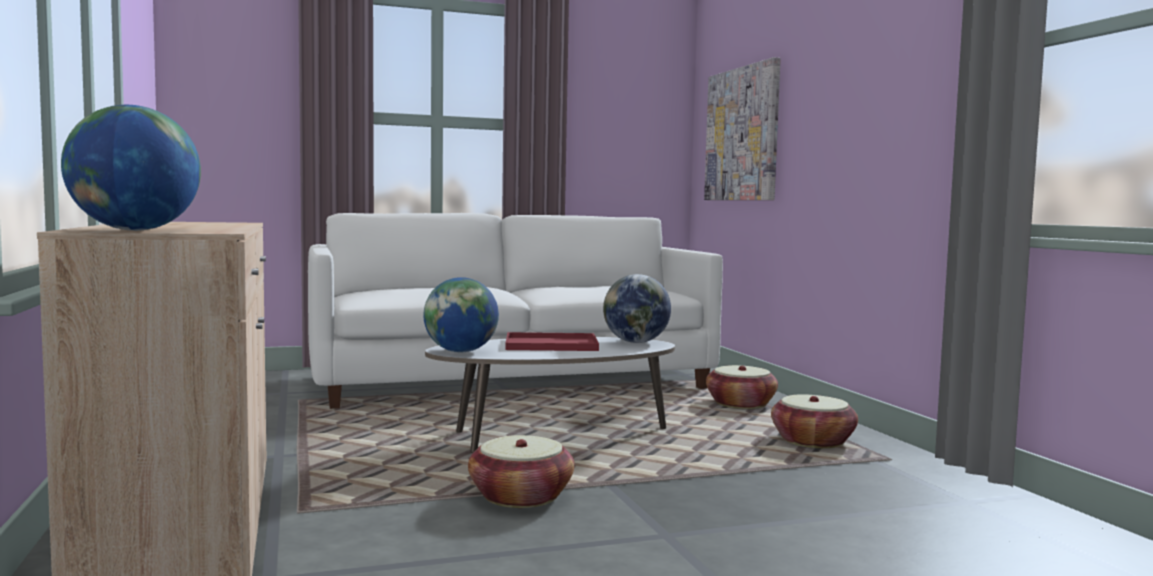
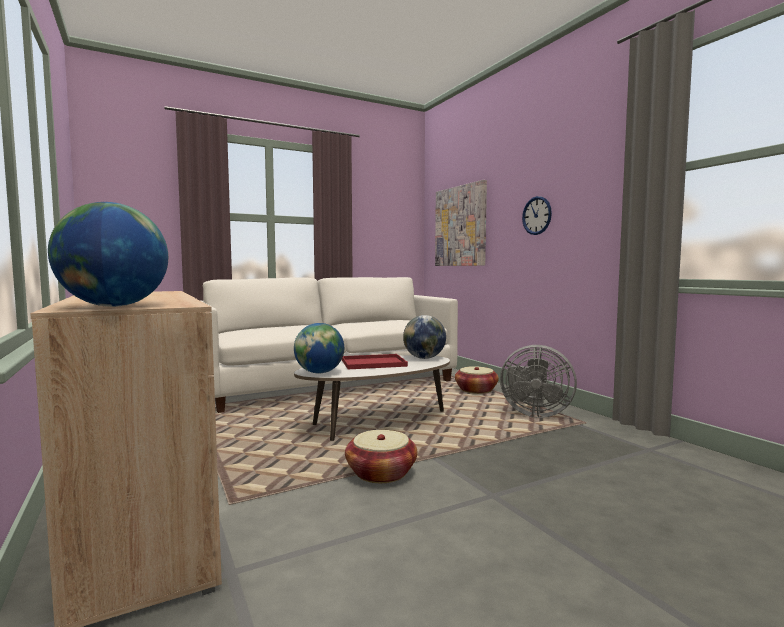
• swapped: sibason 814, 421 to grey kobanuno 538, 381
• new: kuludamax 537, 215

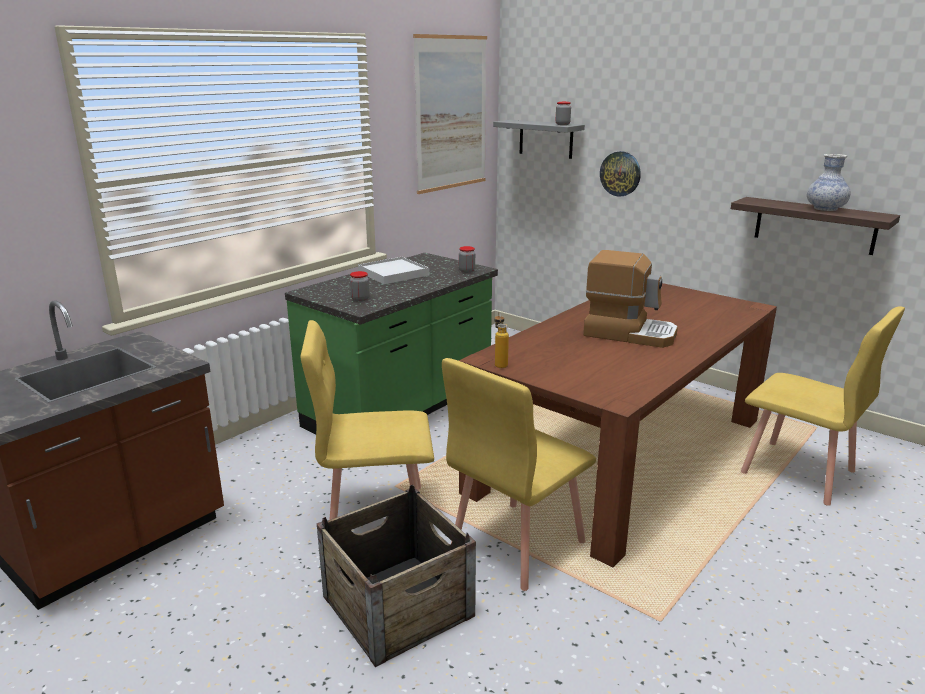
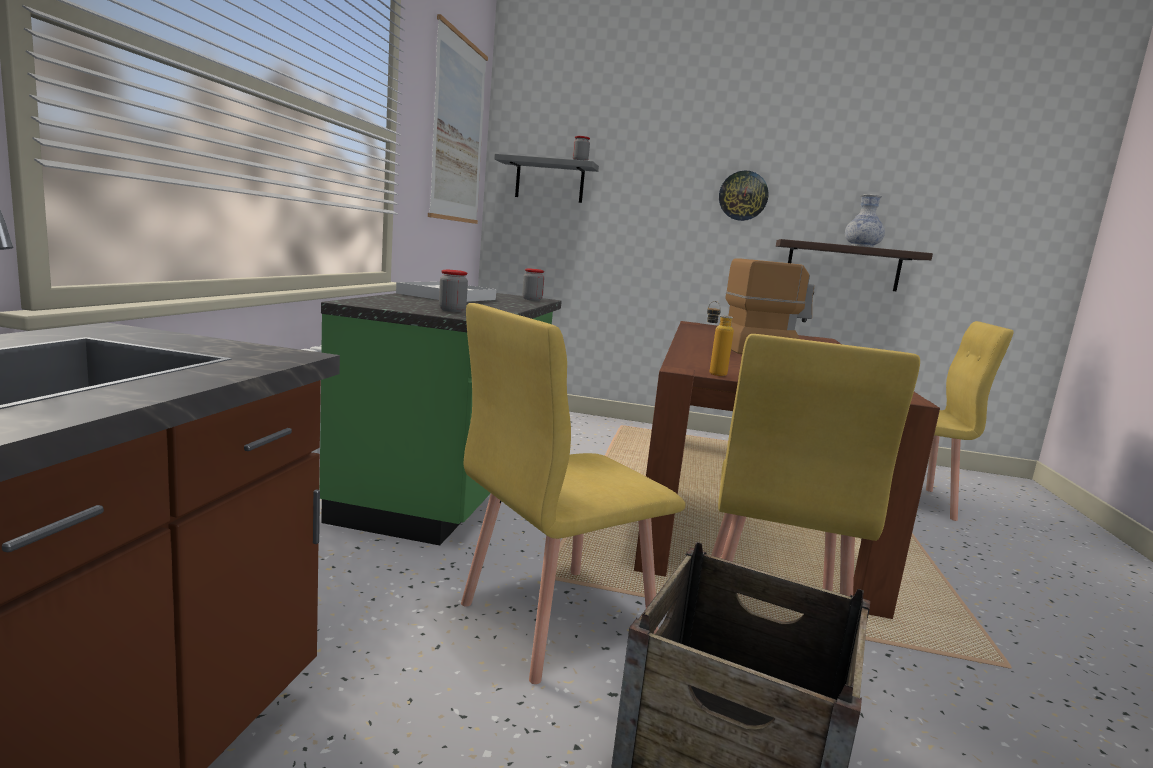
• shifted: kuludamax 620, 174 to 744, 195

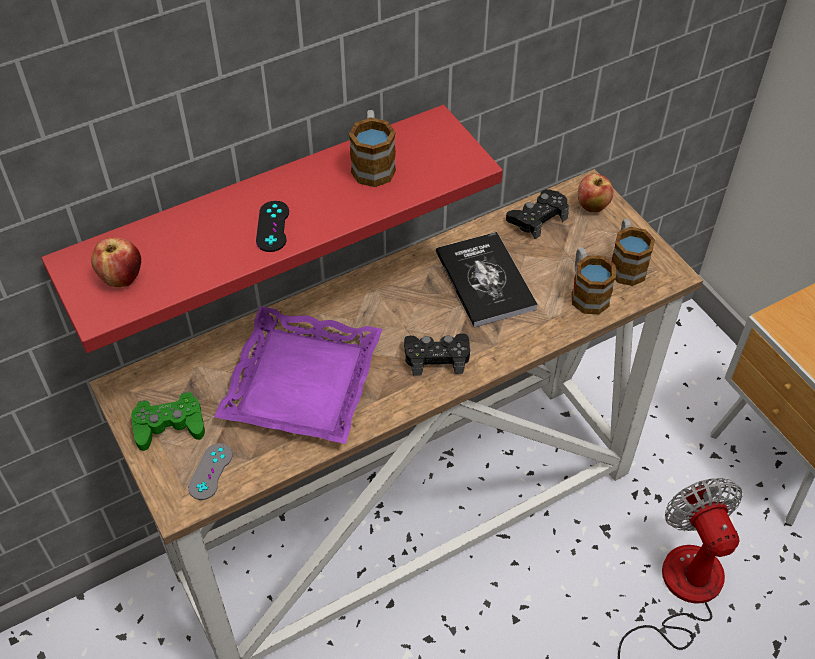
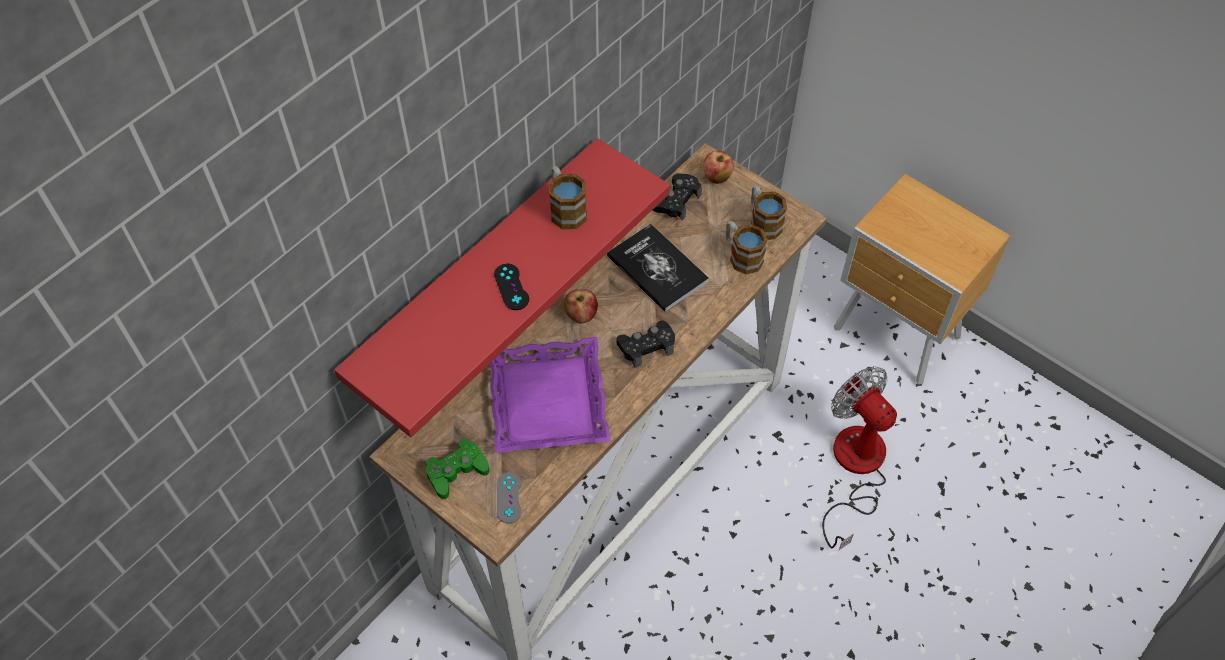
• shifted: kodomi 116, 262 to 581, 306

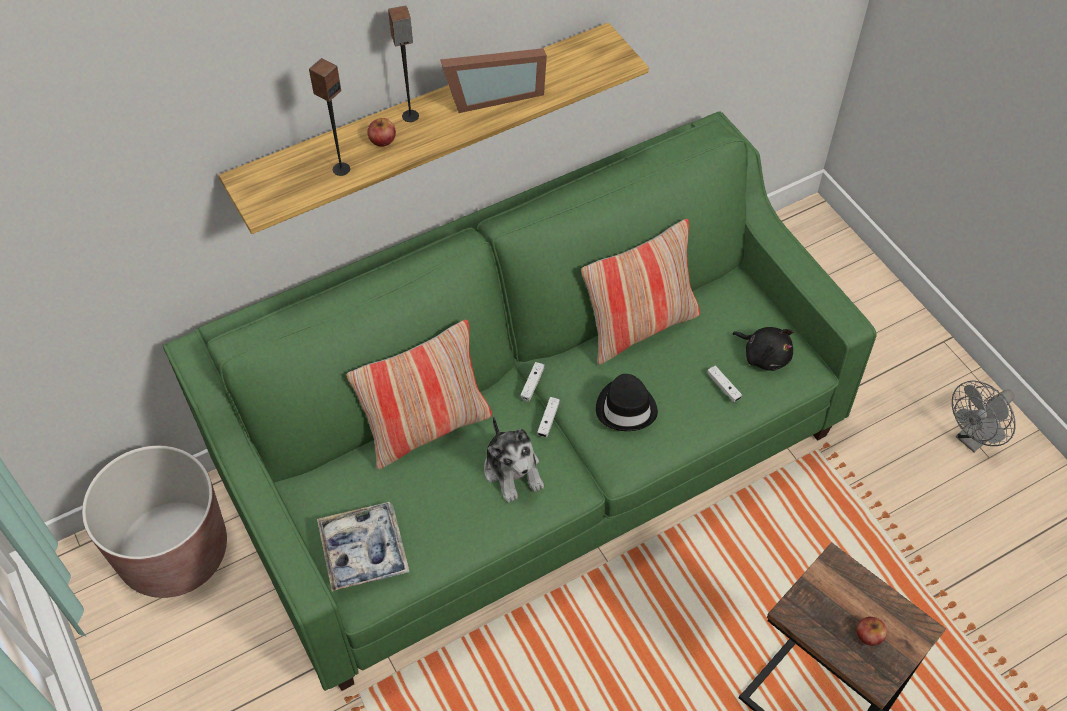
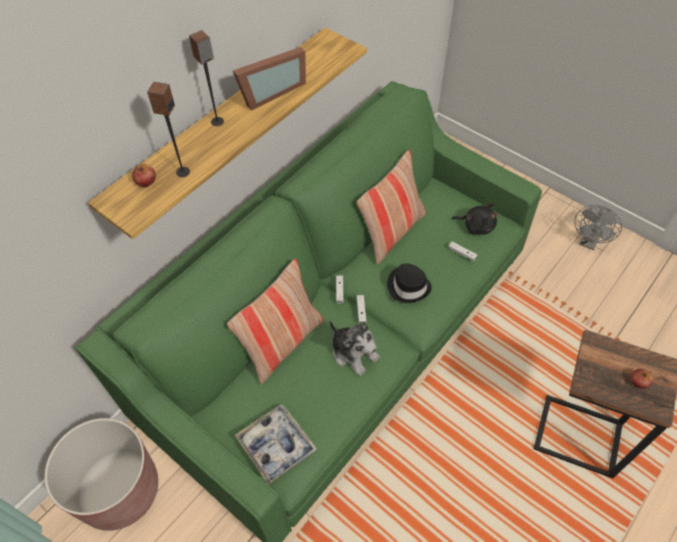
• shifted: kodomi 381, 132 to 144, 175

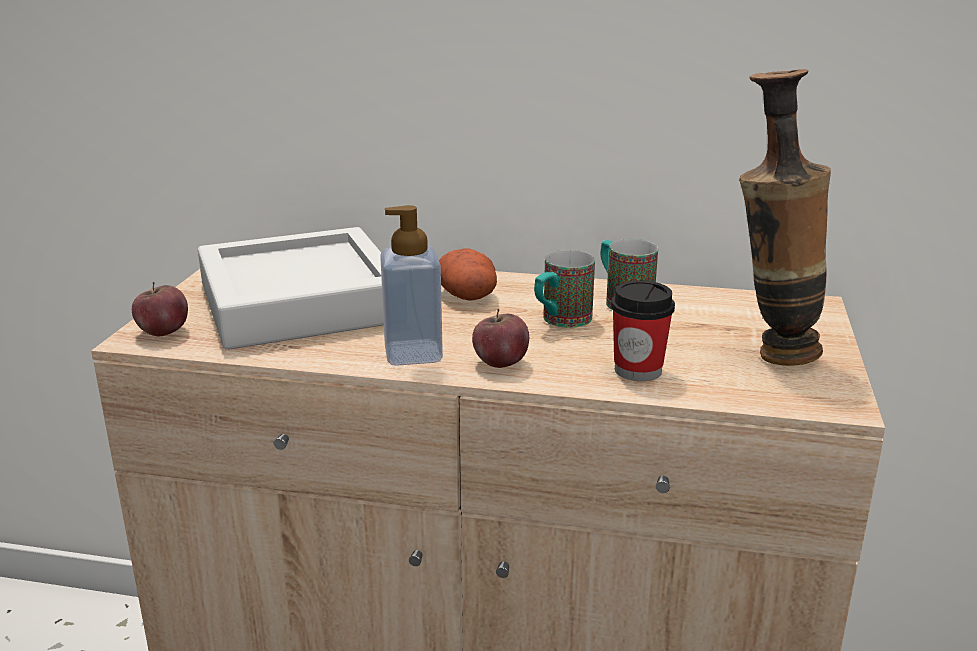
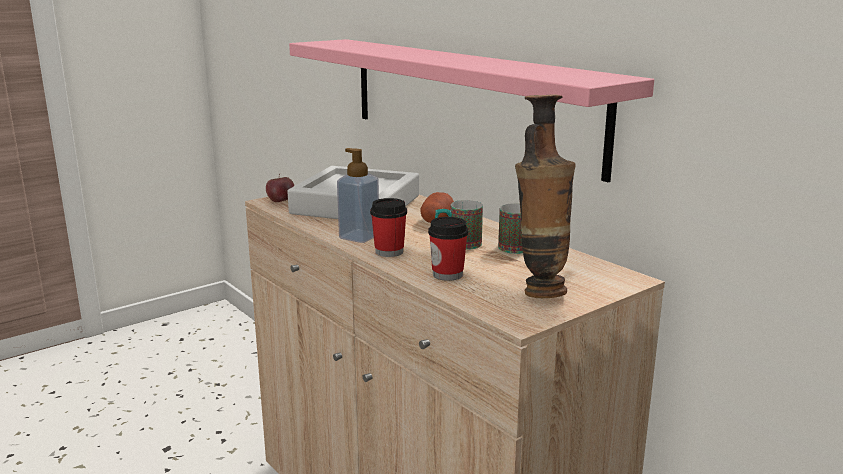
• new: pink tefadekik 471, 110
• swapped: kodomi 500, 338 to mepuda 388, 227

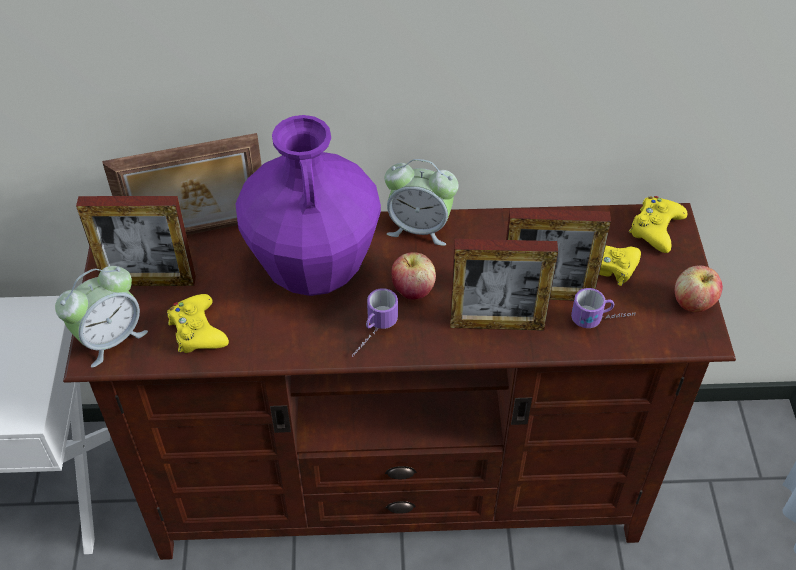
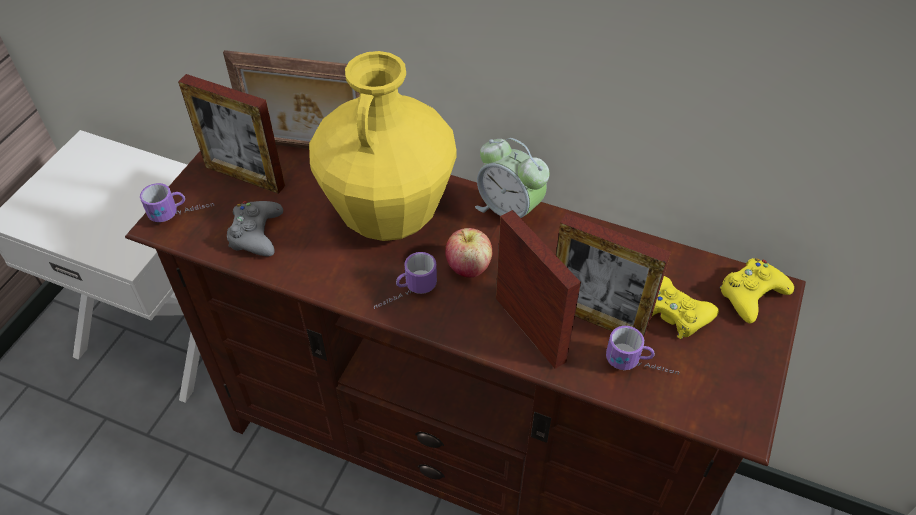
• swapped: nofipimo 101, 316 to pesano 177, 202
• repainted: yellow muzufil 198, 323 to grey muzufil 255, 228
• repainted: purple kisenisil 308, 205 to yellow kisenisil 383, 146
• rotated: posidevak 504, 285 = 538, 289 150 degrees counterclockwise
• gone: kodomi 699, 288

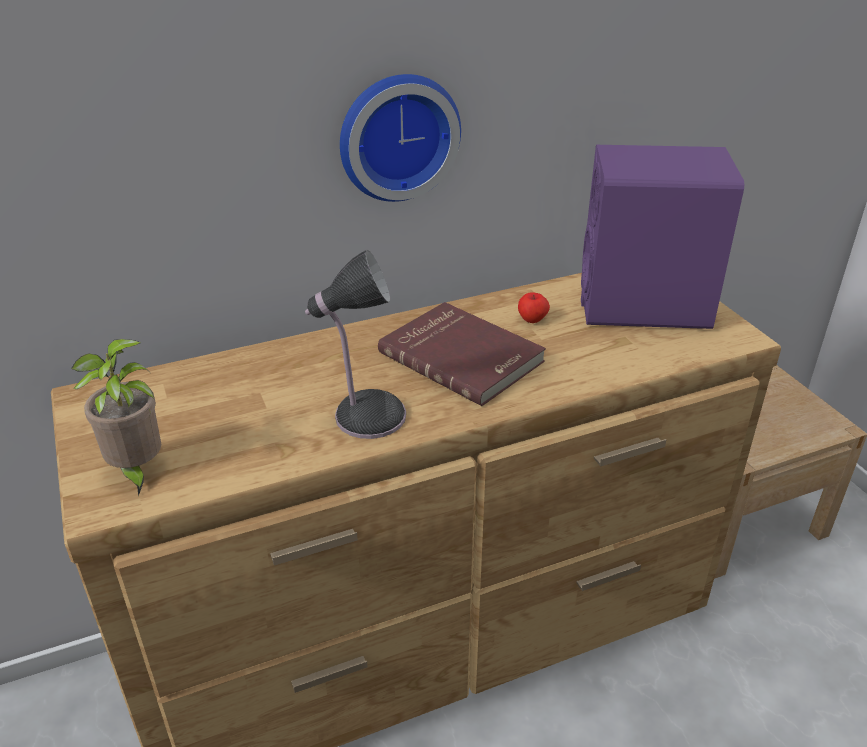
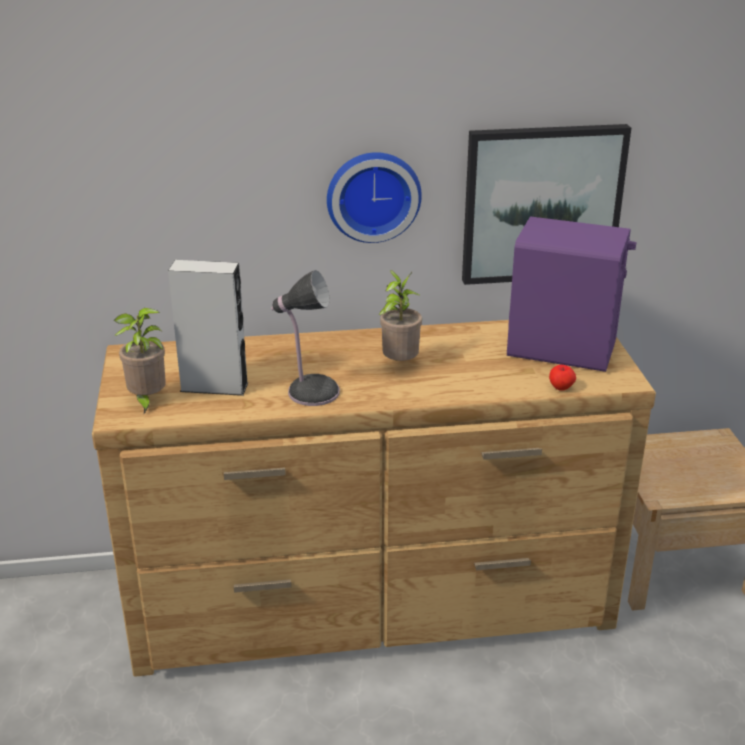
• new: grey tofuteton 208, 328
• swapped: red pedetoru 462, 354 to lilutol 400, 315
• new: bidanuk 546, 204
• shifted: kodomi 534, 307 to 562, 378

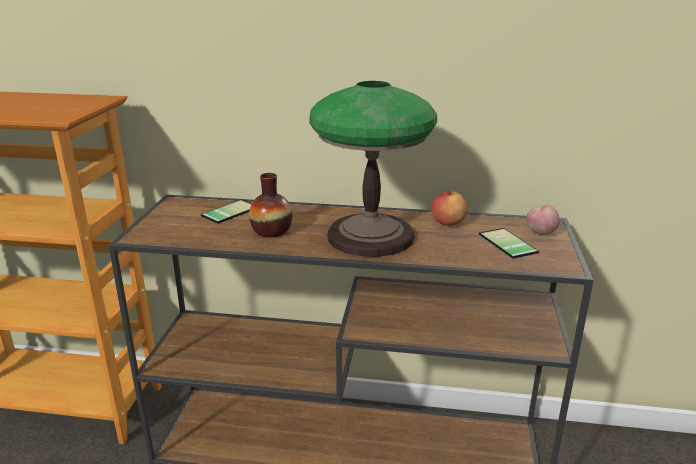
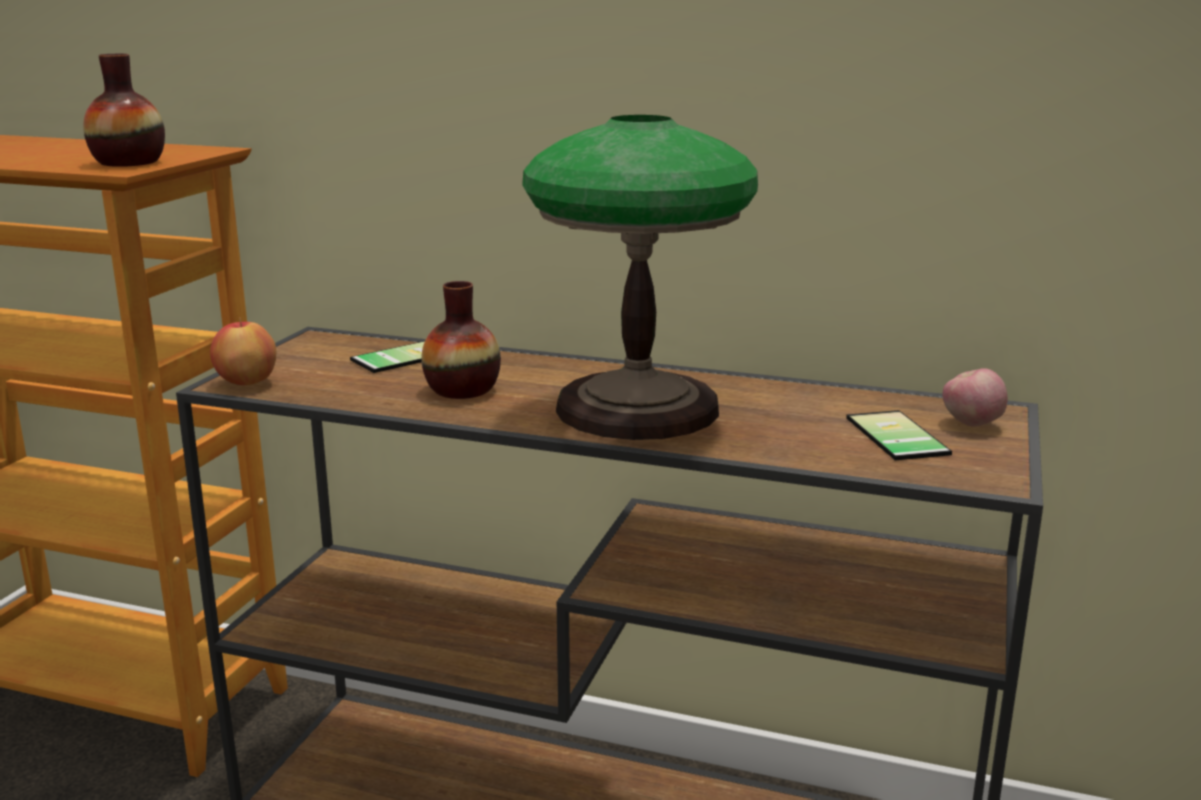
• new: kisenisil 124, 110
• shifted: kodomi 449, 208 to 243, 351

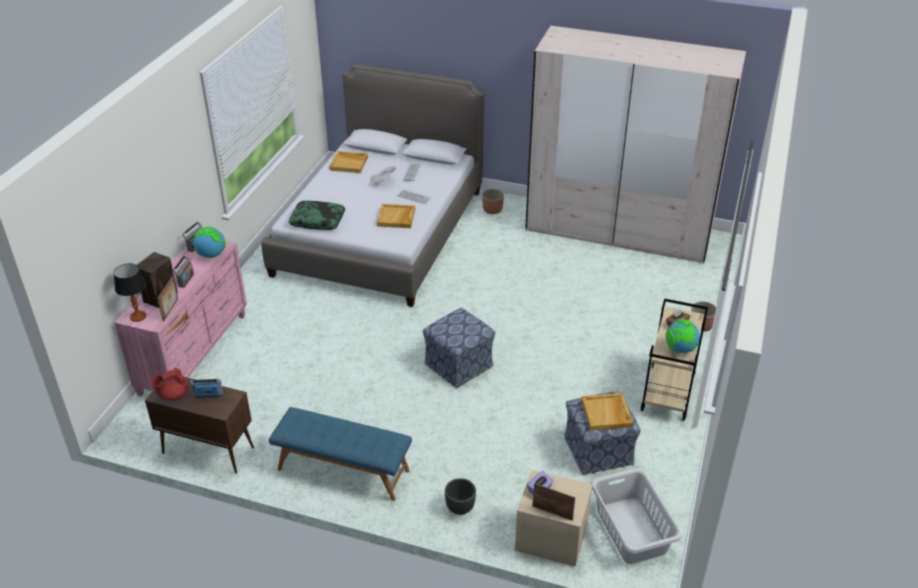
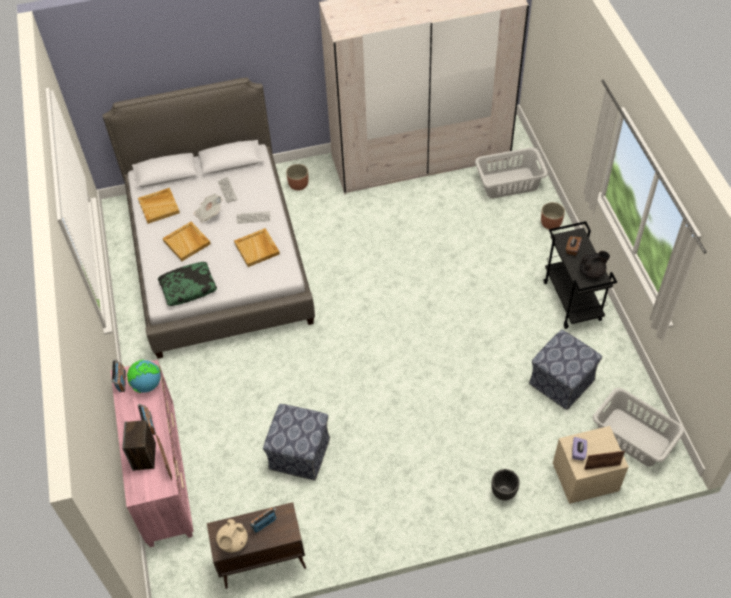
• shifted: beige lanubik 607, 412 to 187, 241
• repainted: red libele 169, 384 to beige libele 232, 536
• shifted: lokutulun 459, 348 to 296, 442
• new: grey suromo 511, 173
• repainted: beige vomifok 674, 360 to black vomifok 580, 275
• swapped: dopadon 683, 336 to black libele 595, 265
• gone: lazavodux 130, 293
• gone: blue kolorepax 340, 454

